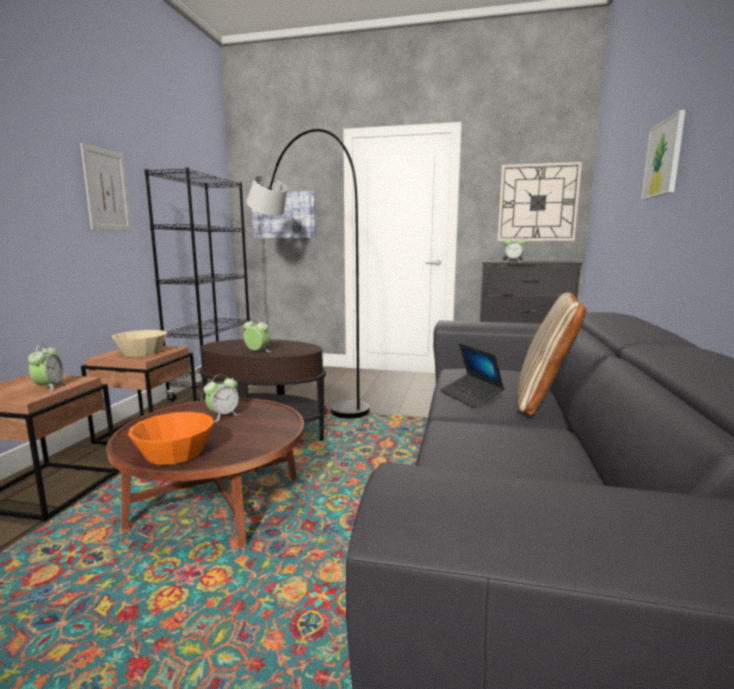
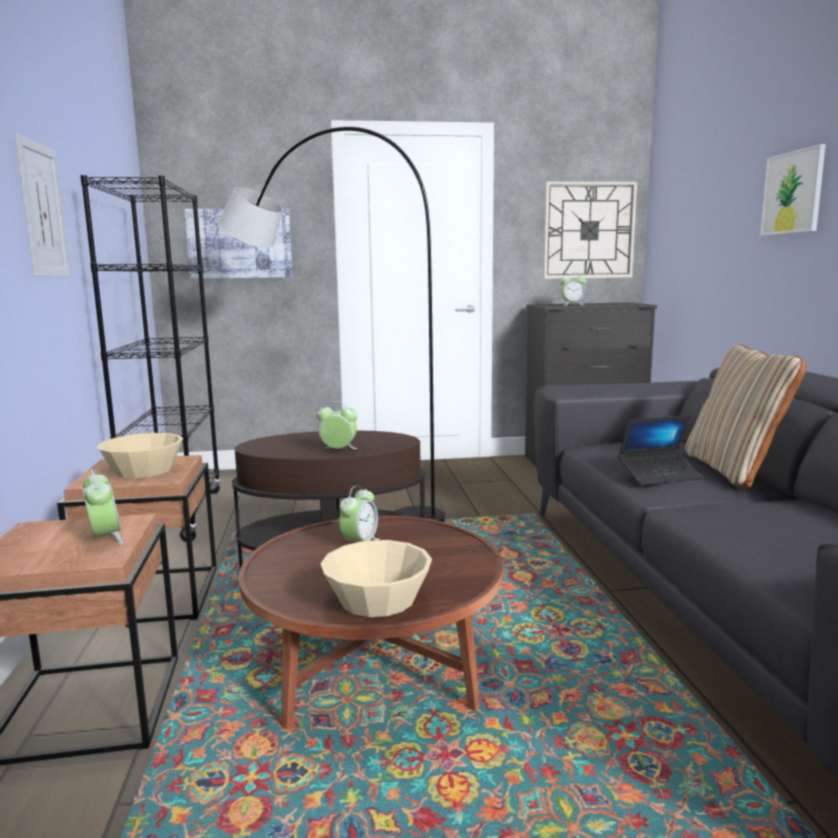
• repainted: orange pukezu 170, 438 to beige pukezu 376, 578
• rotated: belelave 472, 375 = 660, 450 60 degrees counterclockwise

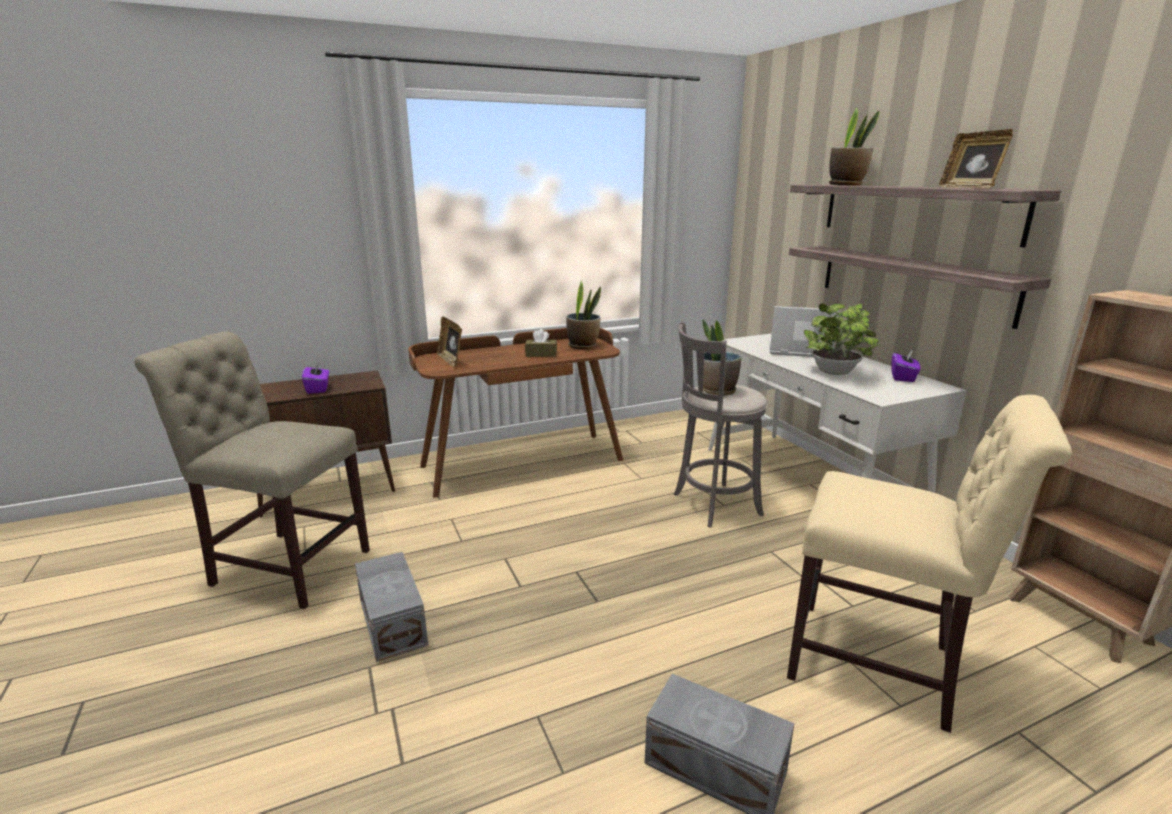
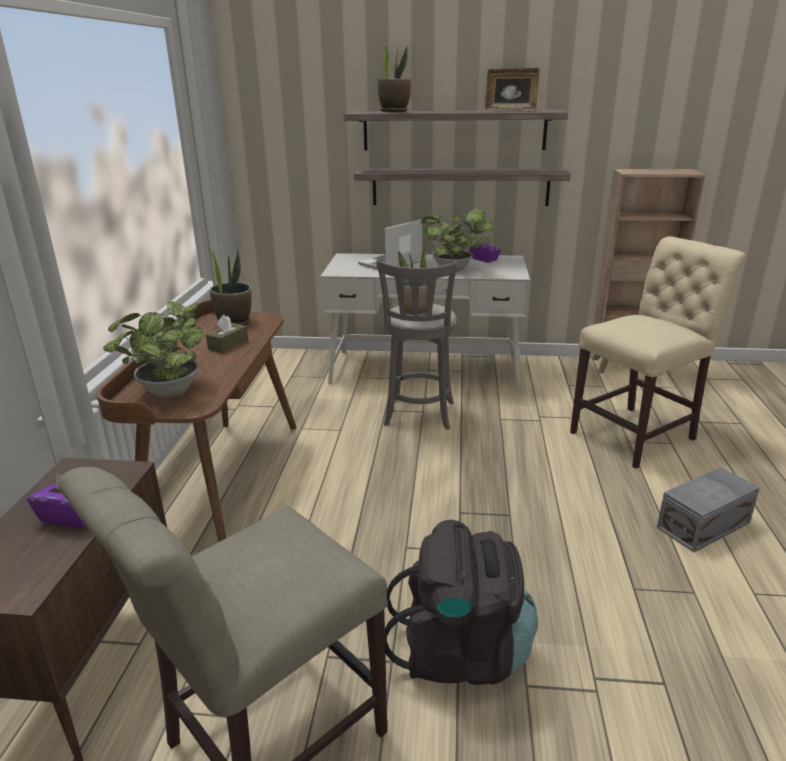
• swapped: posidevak 449, 342 to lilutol 153, 349
• swapped: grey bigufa 391, 607 to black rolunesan 461, 602

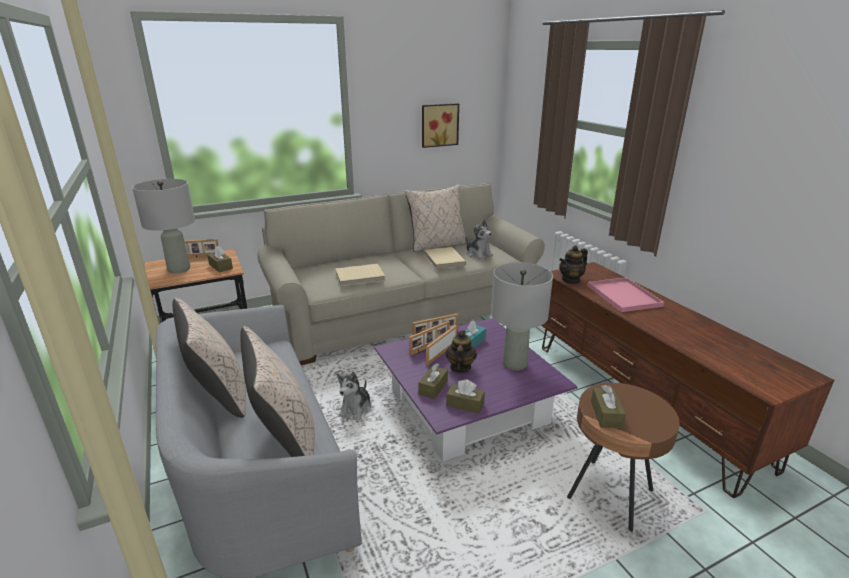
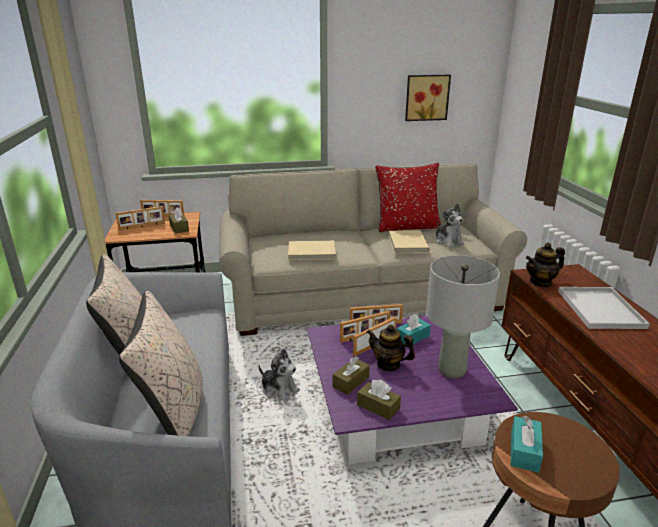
• swapped: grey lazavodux 163, 226 to posidevak 140, 218
• rotated: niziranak 354, 396 = 279, 375 90 degrees counterclockwise
• rotated: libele 461, 351 = 391, 348 90 degrees counterclockwise
• repainted: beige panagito 436, 218 to red panagito 408, 197
• repainted: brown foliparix 608, 406 to turquoise foliparix 527, 444
• repainted: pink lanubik 625, 294 to white lanubik 604, 308

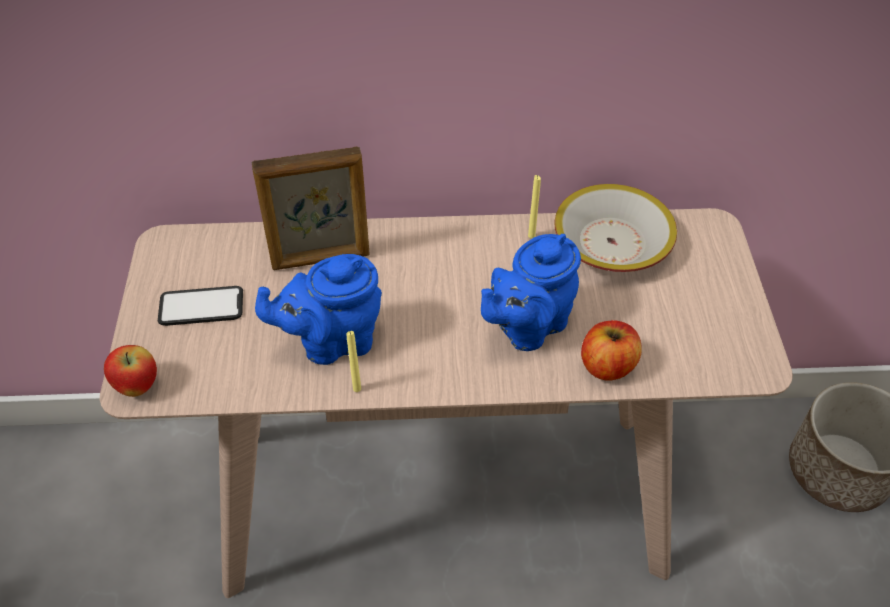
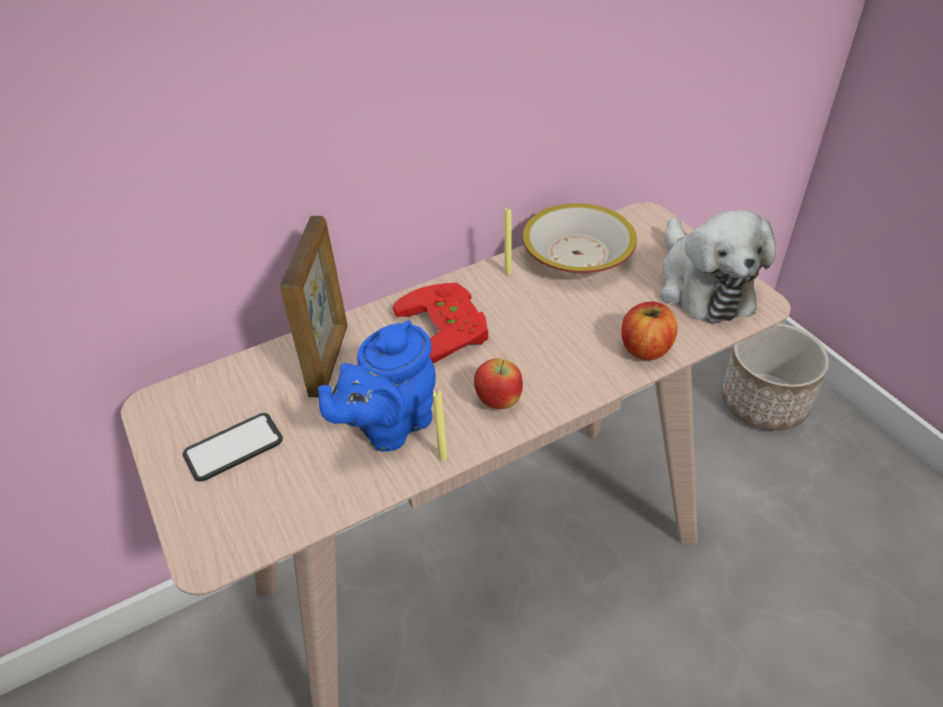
• rotated: posidevak 310, 208 = 313, 307 45 degrees counterclockwise
• new: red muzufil 441, 322
• shifted: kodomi 130, 371 to 498, 383
• new: niziranak 718, 267
• gone: blue libele 531, 292

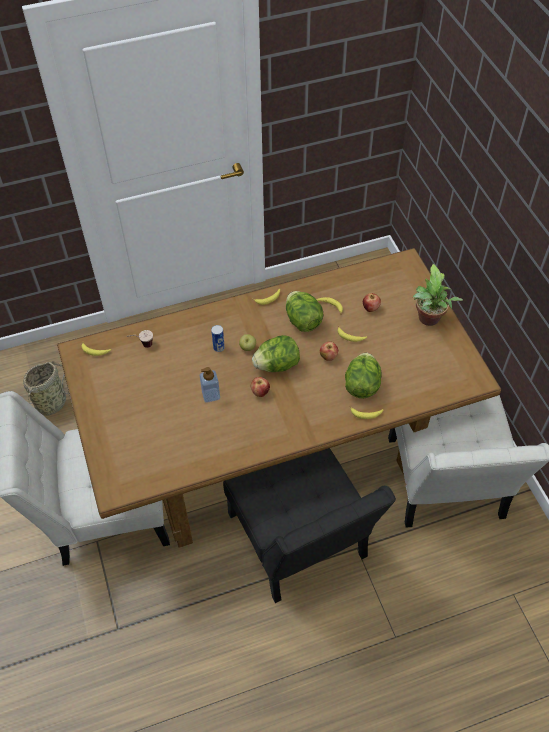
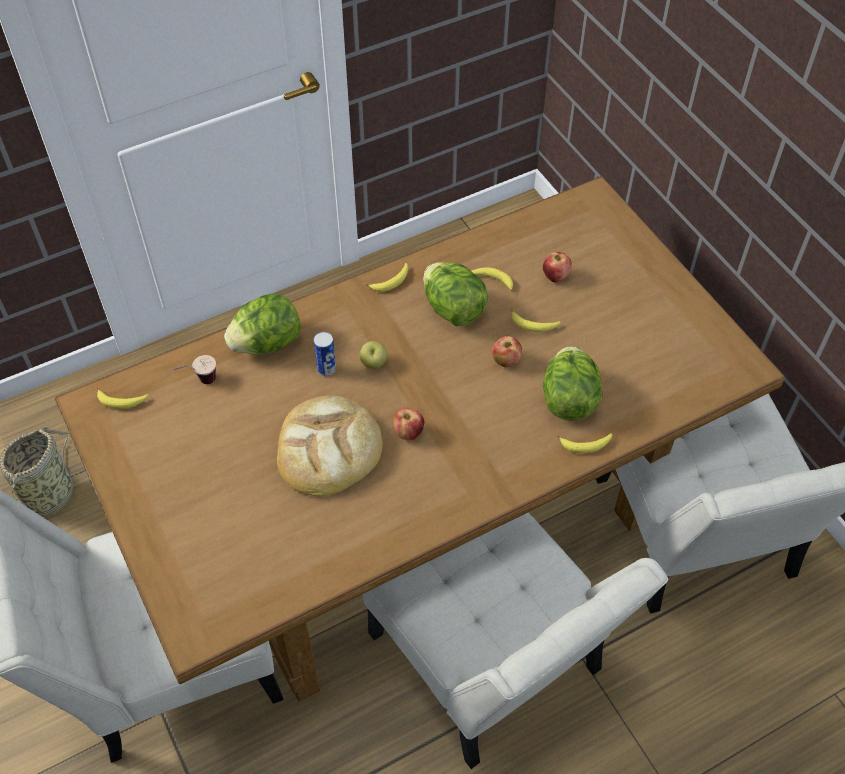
• shifted: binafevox 276, 353 to 262, 324
• swapped: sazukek 210, 385 to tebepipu 330, 445
• repainted: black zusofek 309, 525 to white zusofek 515, 640
• gone: lilutol 438, 295

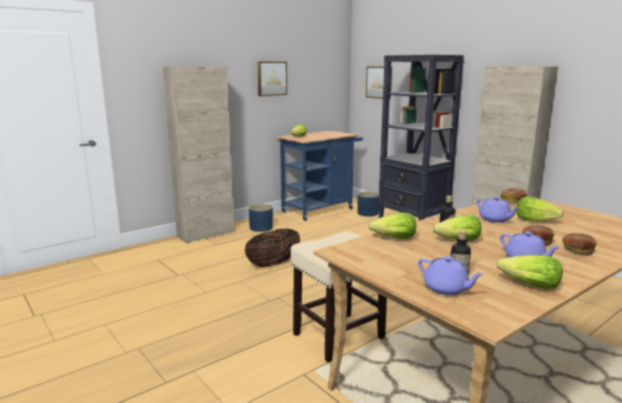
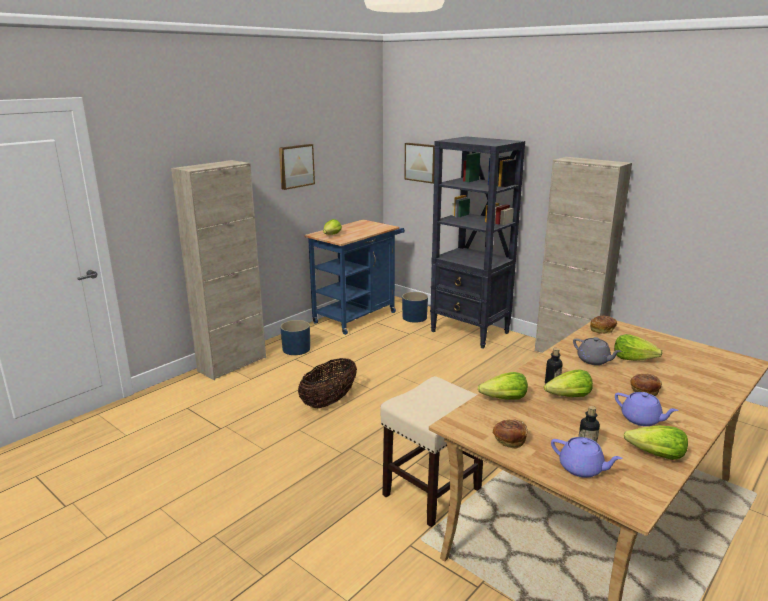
• shifted: tebepipu 579, 244 to 510, 434
• repainted: purple libele 497, 210 to grey libele 597, 351

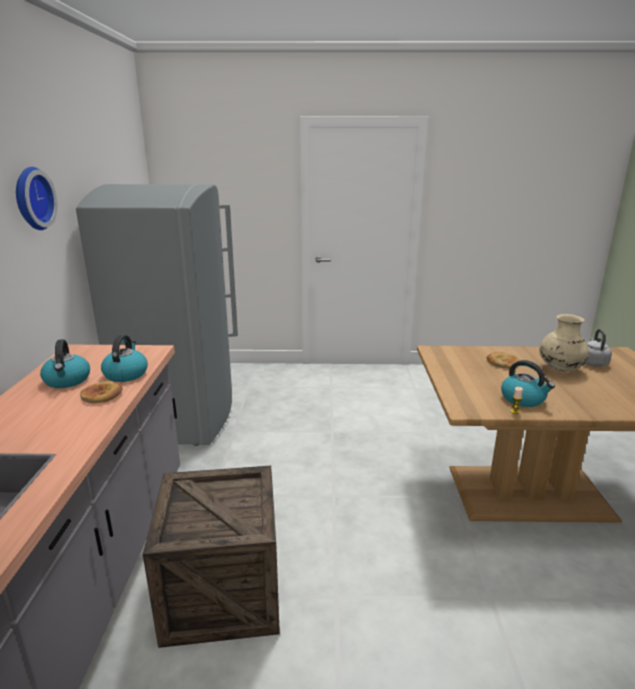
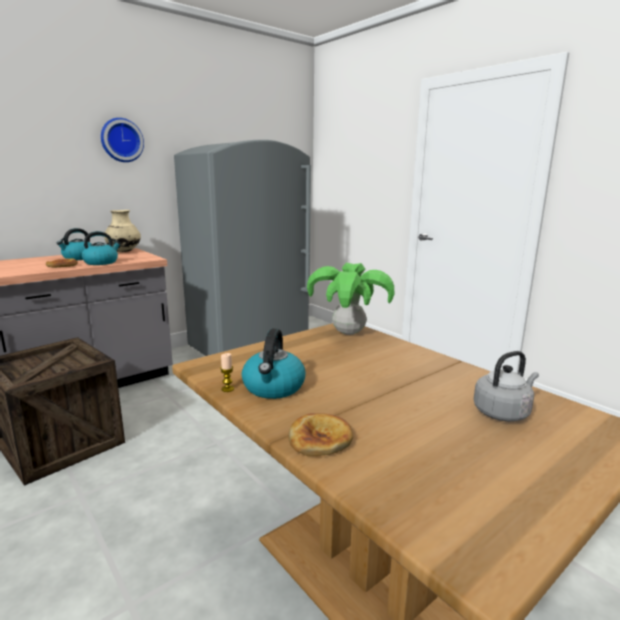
• shifted: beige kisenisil 564, 343 to 122, 231
• shifted: tebepipu 502, 360 to 320, 434
• new: lilutol 351, 299

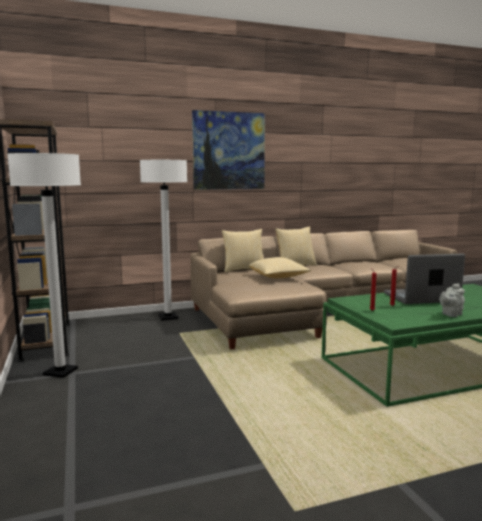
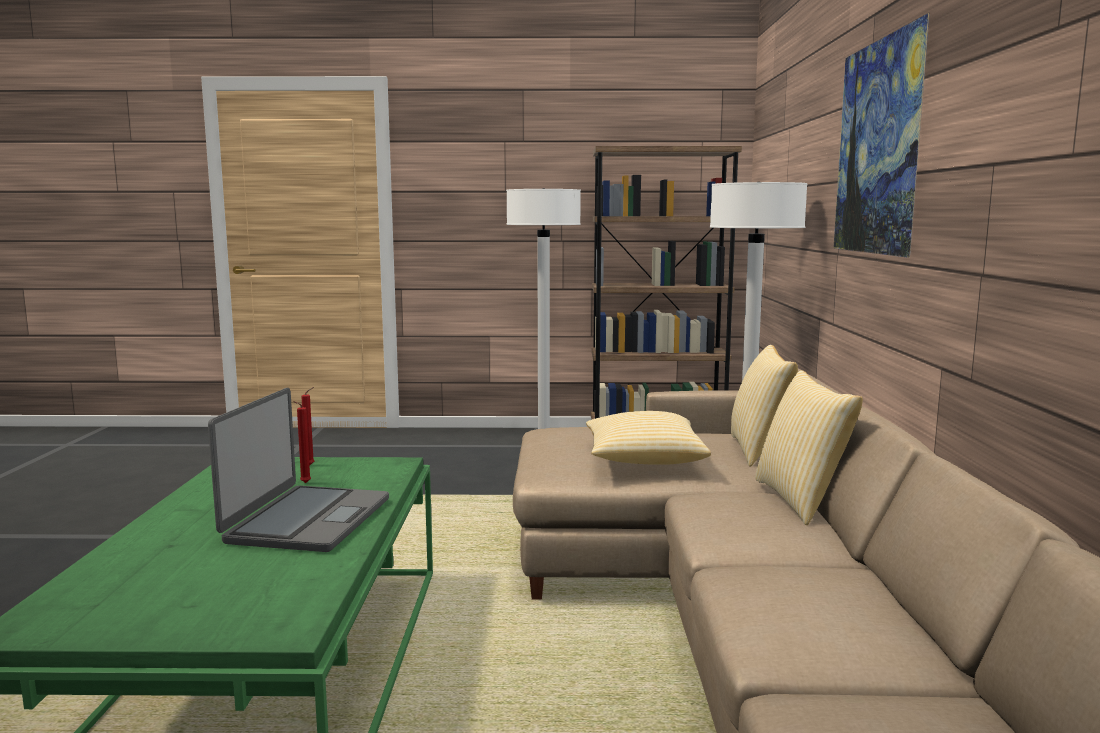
• gone: grey libele 452, 300

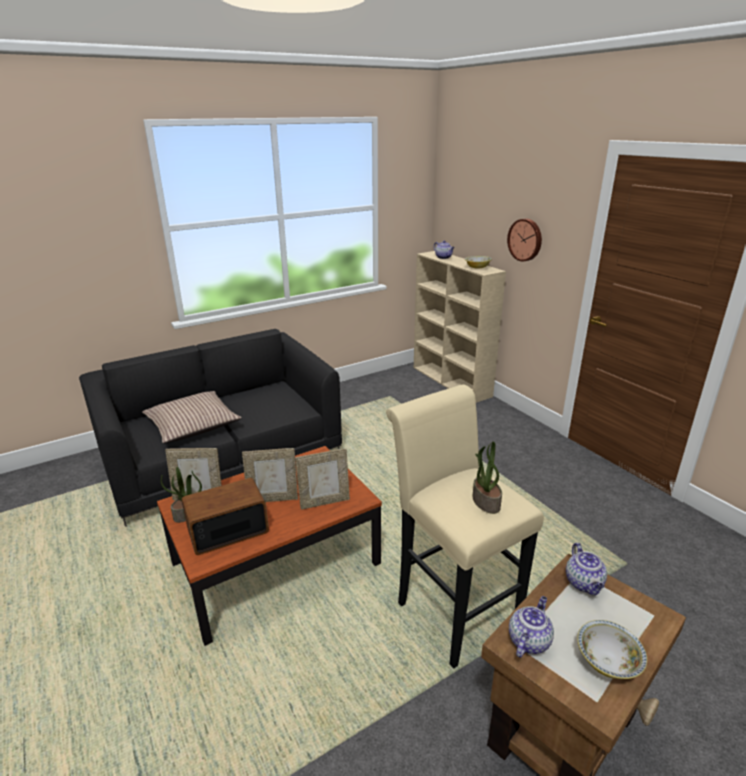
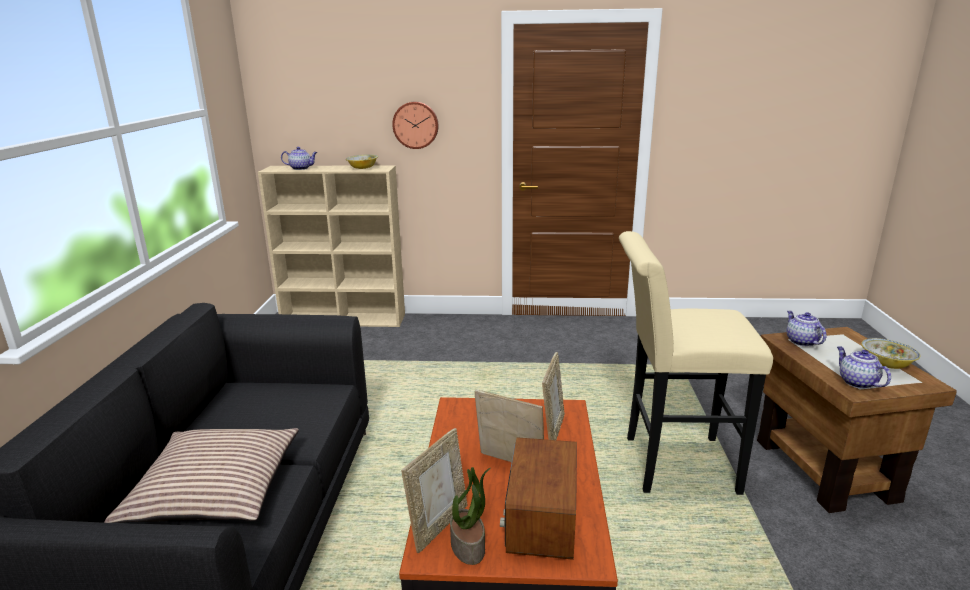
• rotated: posidevak 270, 475 = 509, 425 90 degrees counterclockwise
• rotated: libele 586, 569 = 807, 328 135 degrees counterclockwise
• gone: lilutol 487, 478

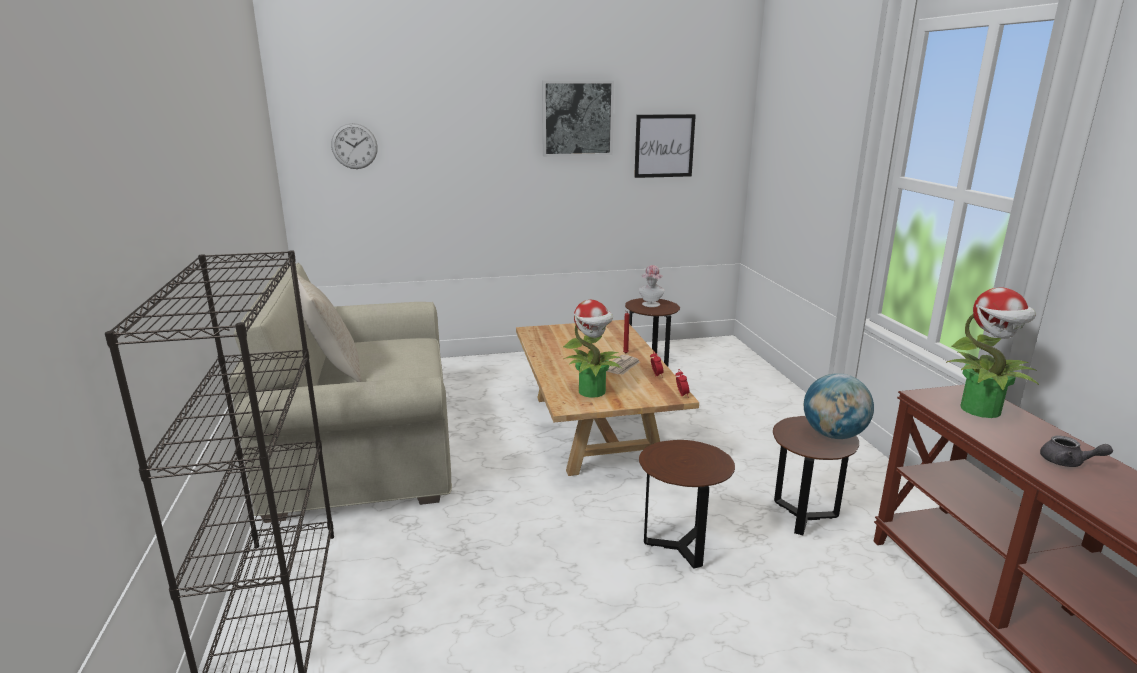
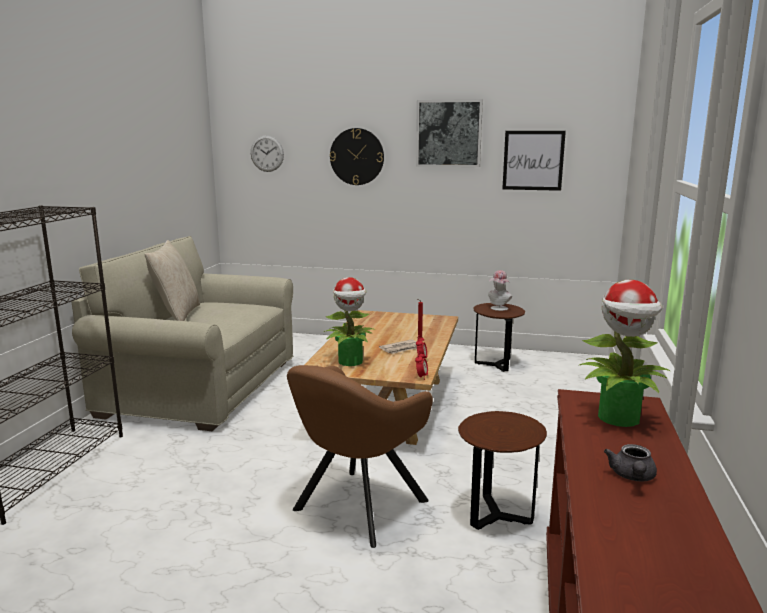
• swapped: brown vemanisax 687, 504 to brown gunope 360, 456
• new: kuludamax 357, 156
• rotated: grey libele 1076, 451 = 630, 462 45 degrees clockwise
• gone: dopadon 839, 406

